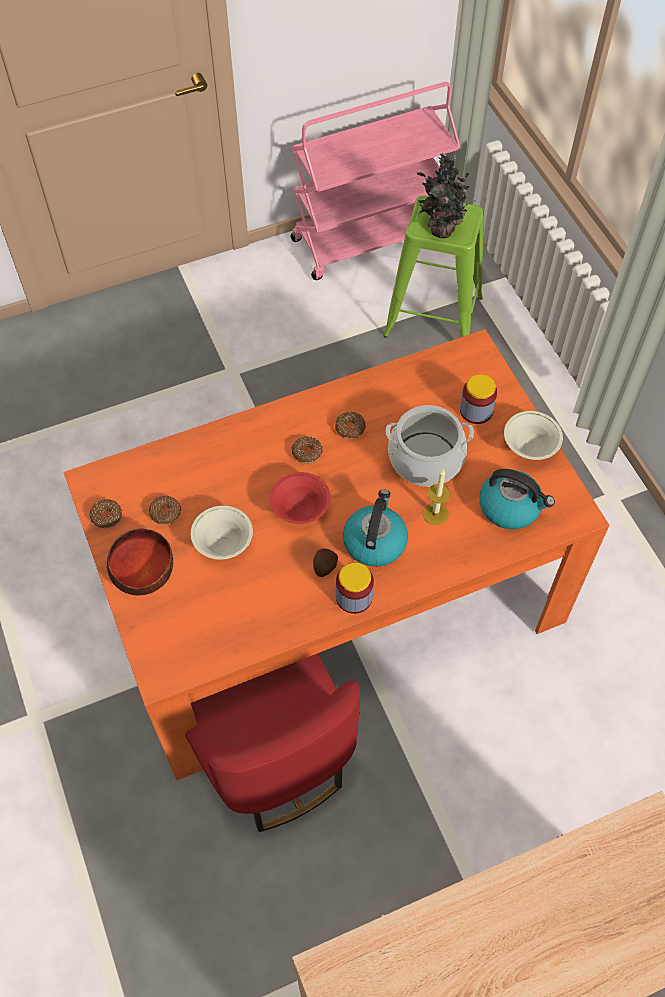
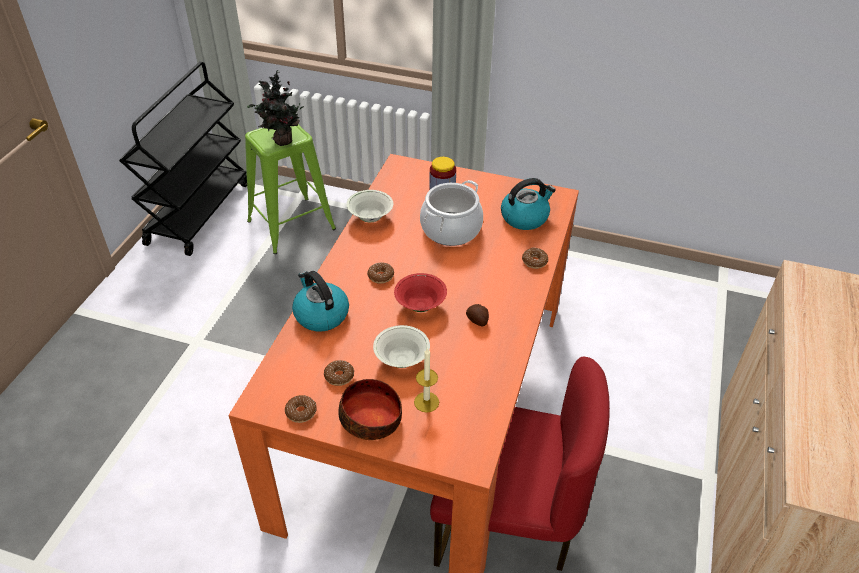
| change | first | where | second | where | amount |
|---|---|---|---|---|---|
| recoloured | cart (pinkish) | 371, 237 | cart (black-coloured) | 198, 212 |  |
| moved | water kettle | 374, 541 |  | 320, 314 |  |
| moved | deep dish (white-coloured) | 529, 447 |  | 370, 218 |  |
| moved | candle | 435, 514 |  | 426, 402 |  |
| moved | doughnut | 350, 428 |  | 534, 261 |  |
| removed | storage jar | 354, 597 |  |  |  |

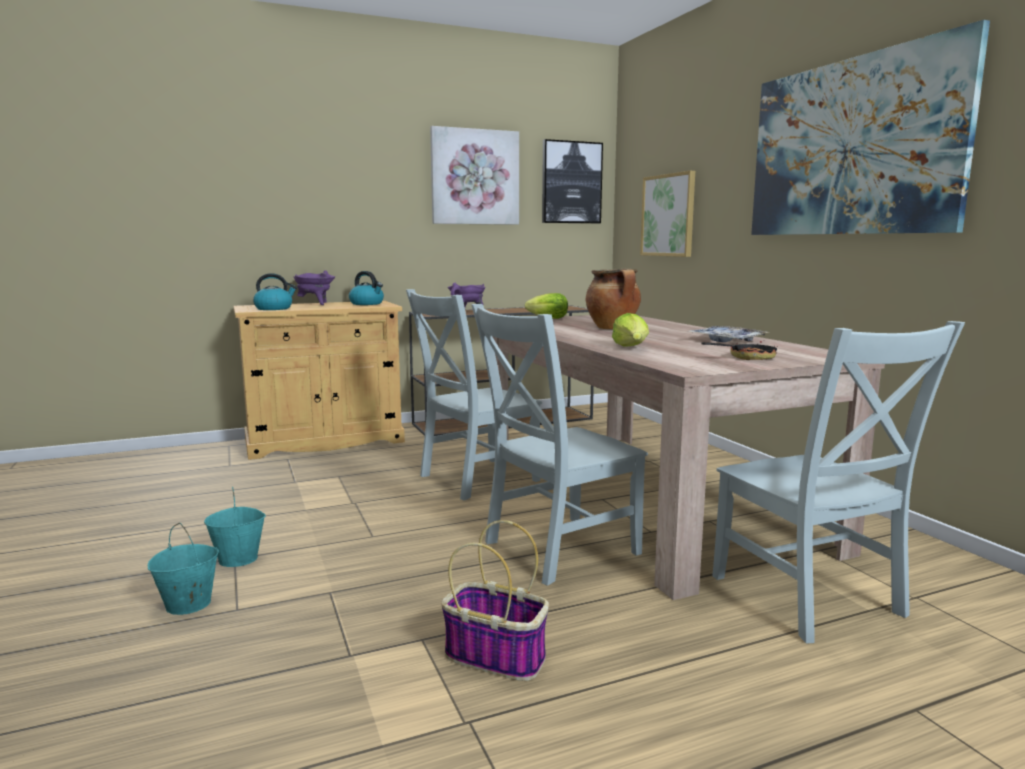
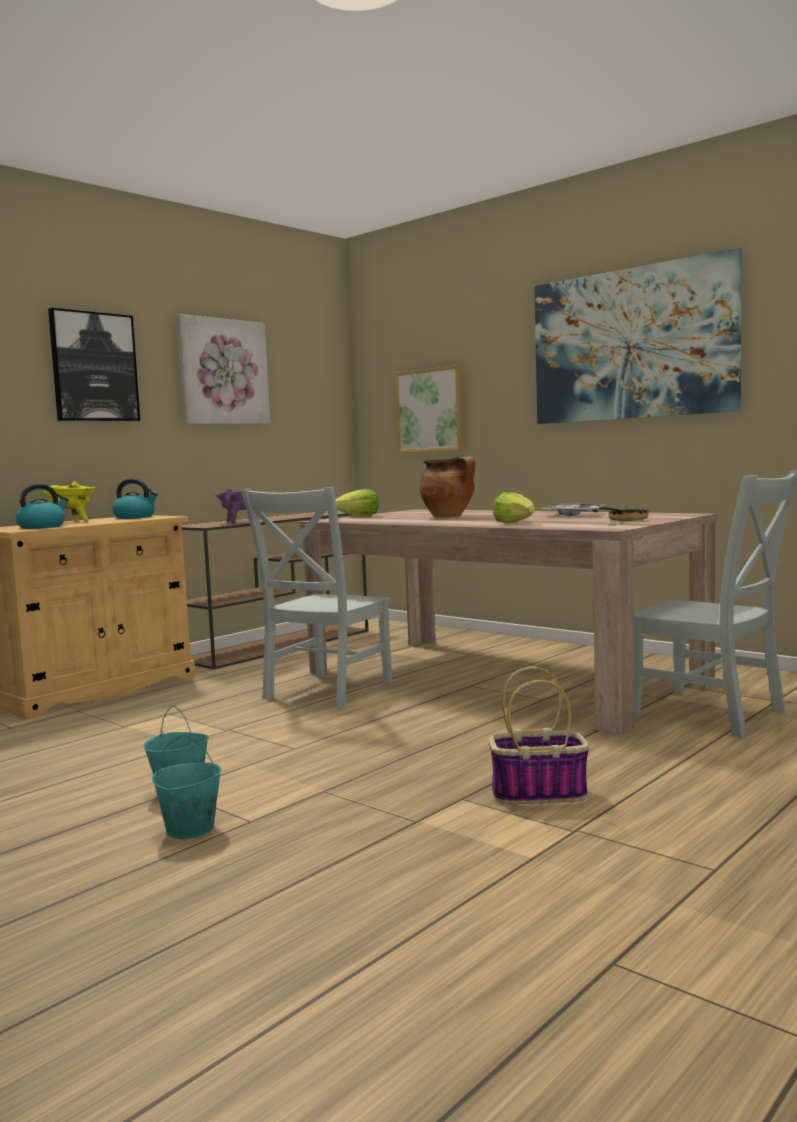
| change | first | where | second | where | amount |
|---|---|---|---|---|---|
| recoloured | stockpot (purple-coloured) | 315, 304 | stockpot (yellow) | 72, 521 |  |
| moved | wall picture | 571, 182 |  | 94, 367 |  |
| removed | chair (grey) | 555, 549 |  |  |  |

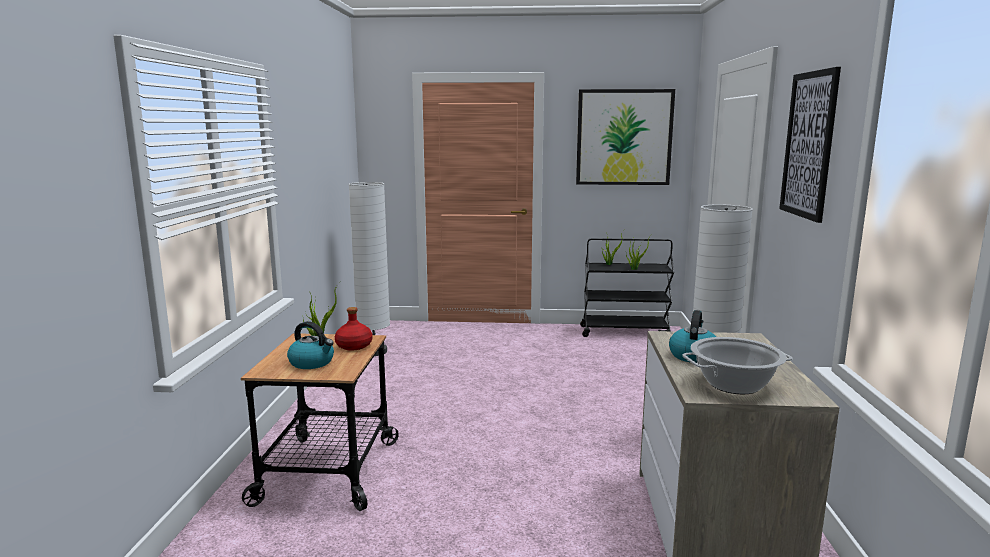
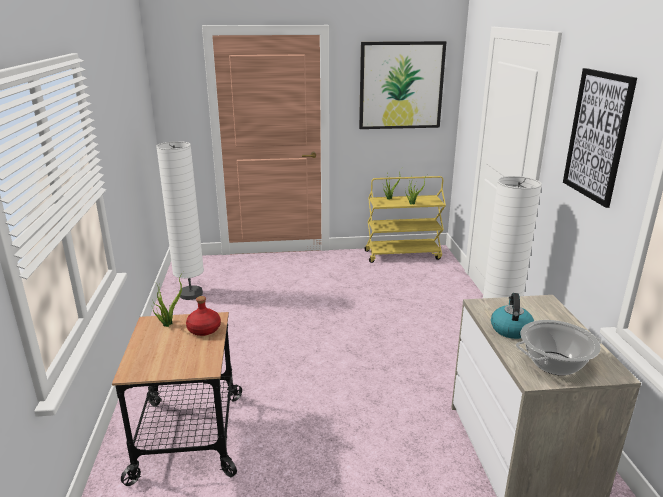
| change | first | where | second | where | amount |
|---|---|---|---|---|---|
| recoloured | cart (black-coloured) | 625, 332 | cart (yellow) | 403, 255 |  |
| removed | water kettle | 312, 363 |  |  |  |

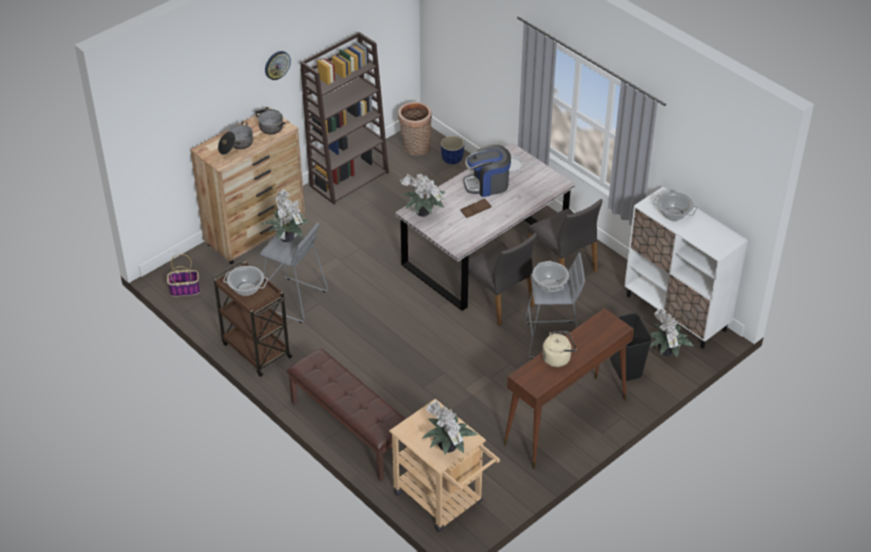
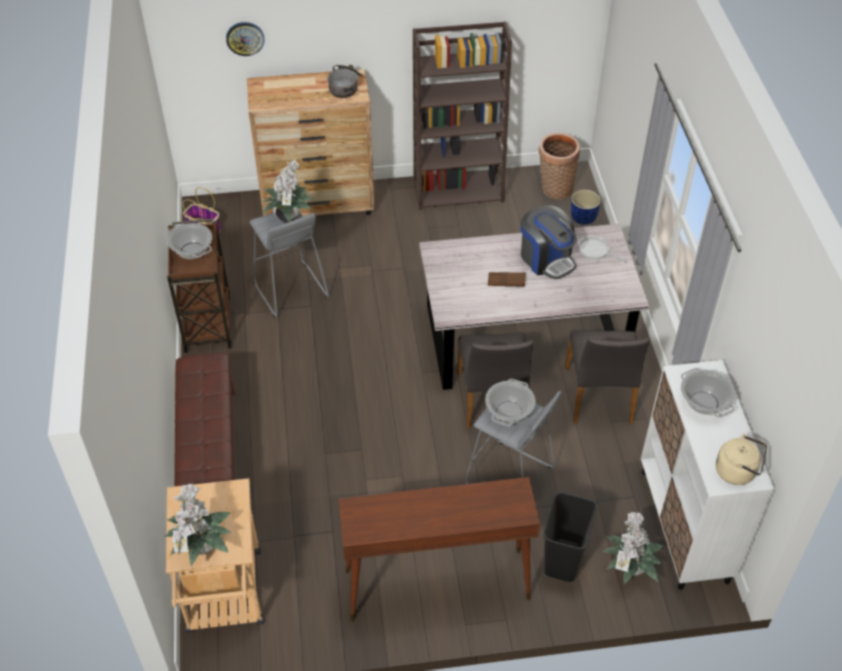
| change | first | where | second | where | amount |
|---|---|---|---|---|---|
| moved | wall clock | 277, 65 |  | 245, 38 |  |
| turned | coffee machine | 487, 185 |  | 546, 259 | 150 degrees counterclockwise |
| moved | water kettle (beige) | 558, 358 |  | 737, 471 |  |
| removed | stockpot | 236, 145 |  |  |  |
| removed | houseplant | 424, 214 |  |  |  |

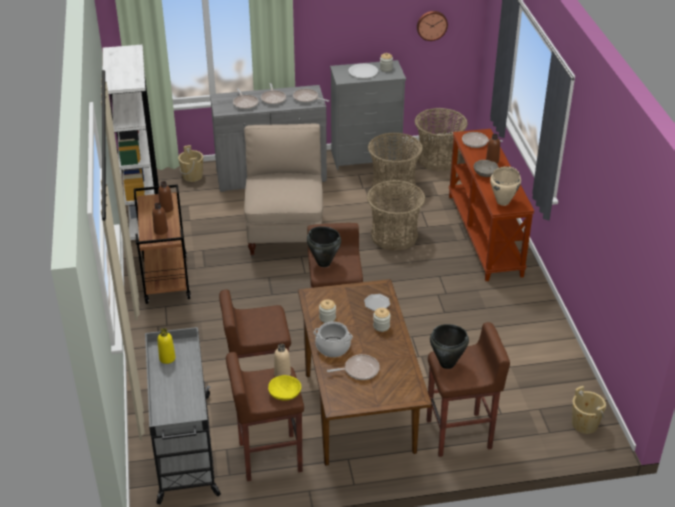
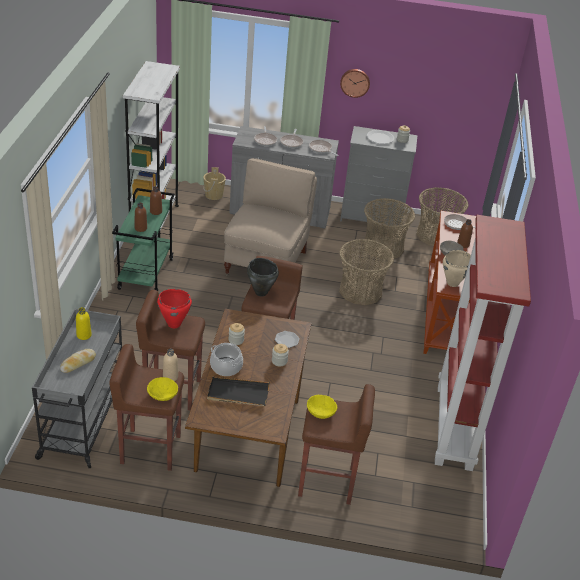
| change | first | where | second | where | amount |
|---|---|---|---|---|---|
| added |  |  | baked bread | 78, 363 |  |
| recoloured | cart (brown-coloured) | 165, 279 | cart (green) | 145, 273 |  |
| added |  |  | stockpot (reddish) | 174, 324 |  |
| replaced | skillet | 359, 370 | tray (black-coloured) | 238, 393 |  |
| replaced | stockpot (black-coloured) | 447, 364 | deep dish (yellow) | 321, 412 |  |
| moved | wall clock | 431, 25 |  | 355, 82 |  |
| added |  |  | shelving unit (reddish) | 455, 427 |  |
| removed | bucket (beige) | 584, 424 |  |  |  |

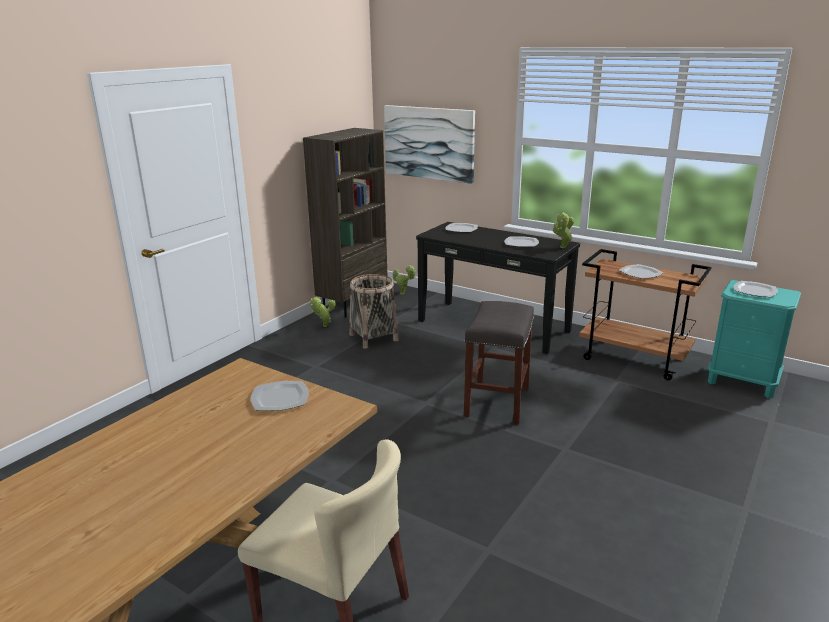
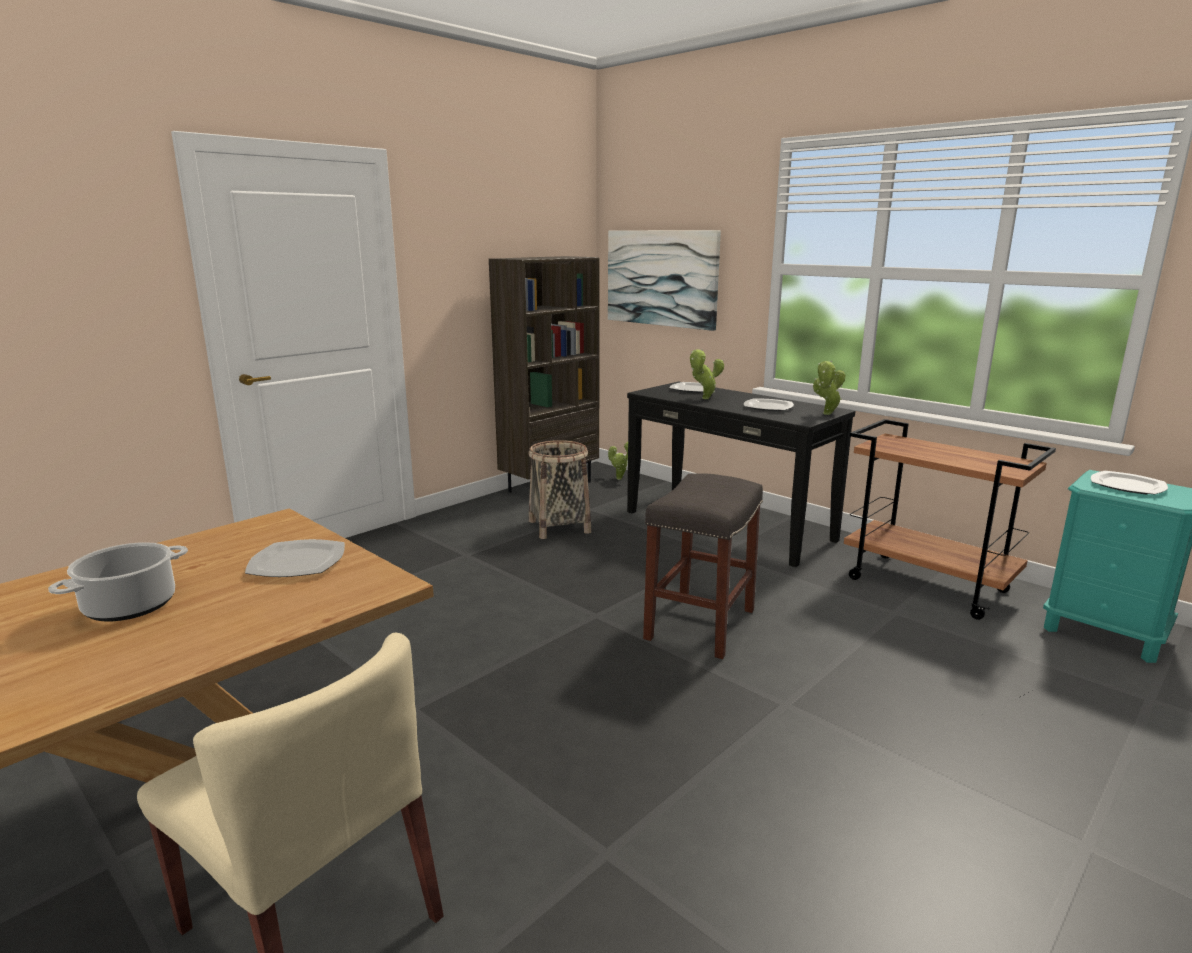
| change | first | where | second | where | amount |
|---|---|---|---|---|---|
| added |  |  | stockpot | 129, 606 |  |
| moved | houseplant | 324, 326 |  | 704, 399 |  |
| removed | flat dish | 640, 273 |  |  |  |

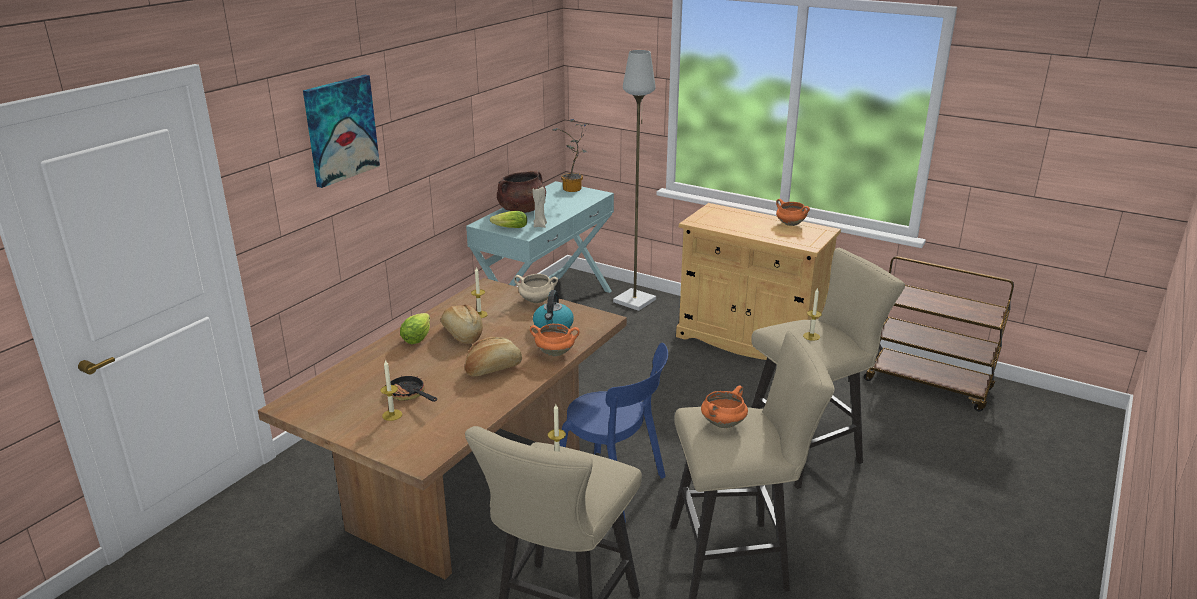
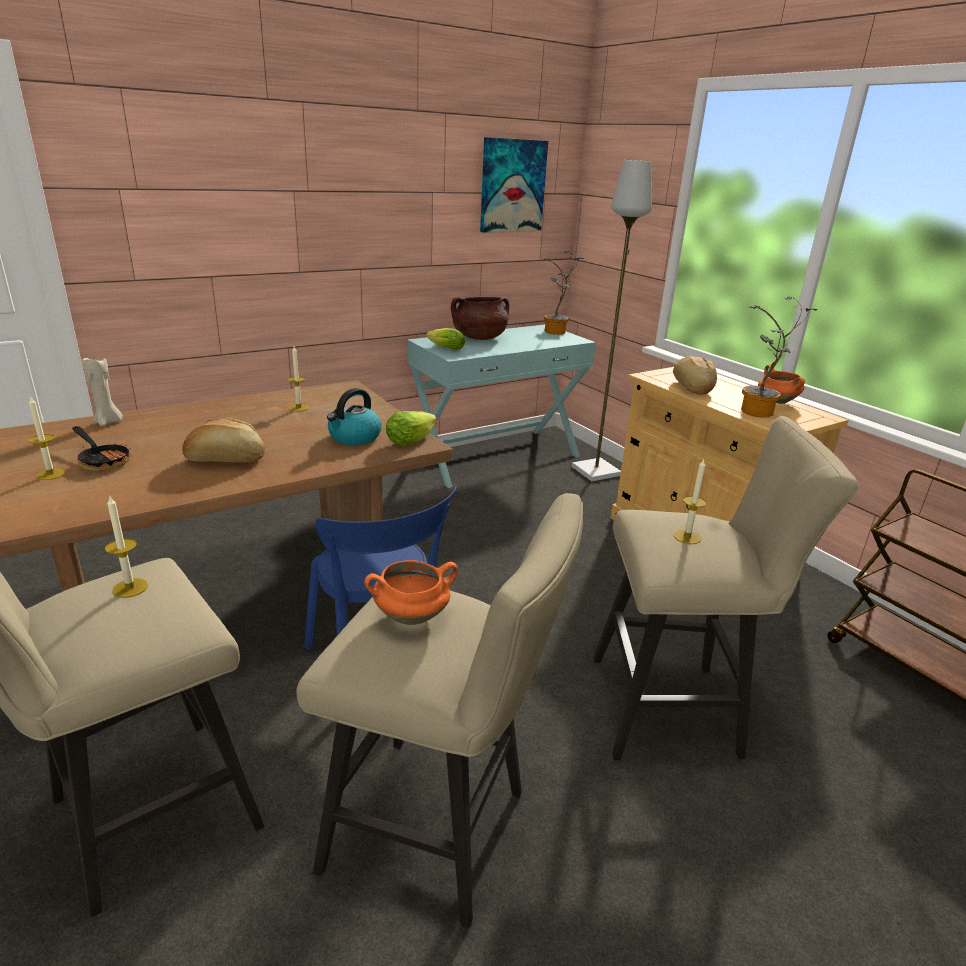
| change | first | where | second | where | amount |
|---|---|---|---|---|---|
| turned | skillet | 409, 395 |  | 102, 460 | 150 degrees clockwise |
| moved | candle (beige) | 540, 225 |  | 108, 422 |  |
| moved | head of lettuce | 418, 336 |  | 413, 439 |  |
| moved | wall picture | 341, 130 |  | 512, 186 |  |
| moved | baked bread | 462, 334 |  | 691, 388 |  |
| added |  |  | houseplant | 757, 414 |  |
| removed | stockpot (beige) | 536, 301 |  |  |  |
| removed | stockpot (orange-coloured) | 555, 353 |  |  |  |

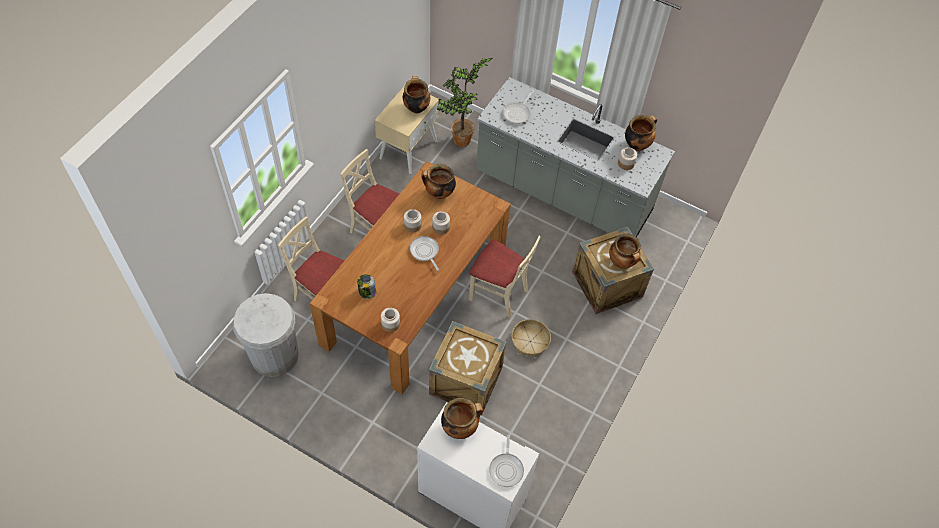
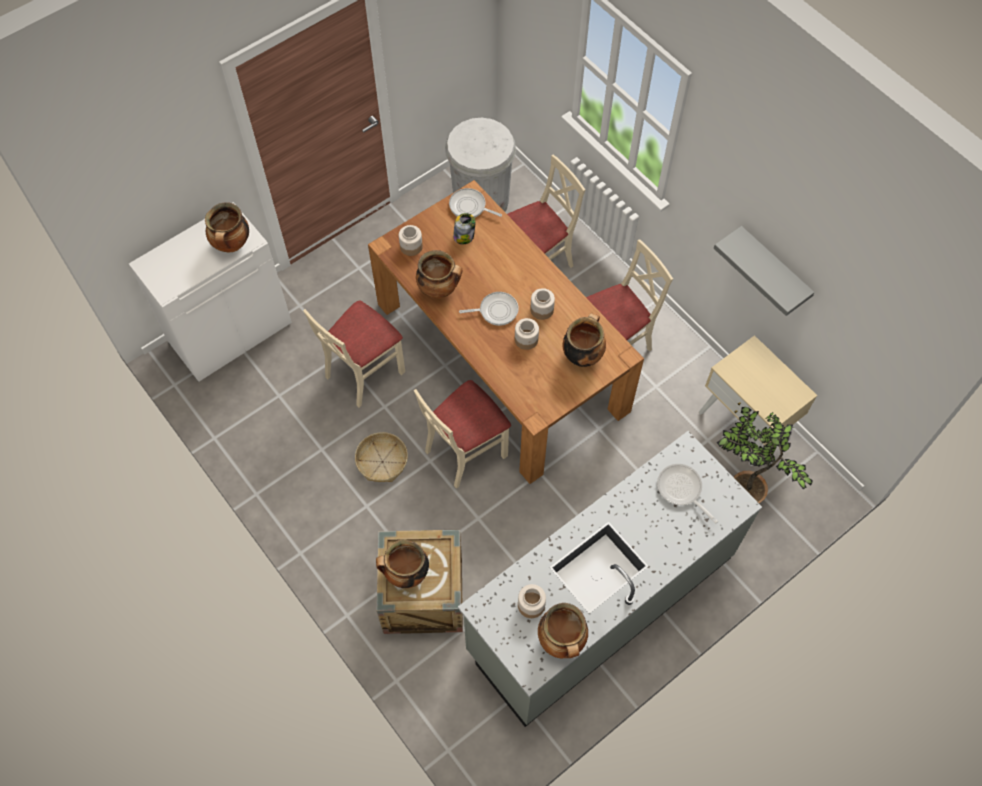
| change | first | where | second | where | amount |
|---|---|---|---|---|---|
| replaced | shipping crate | 466, 380 | chair (beige) | 364, 372 |  |
| moved | stockpot | 416, 107 |  | 439, 289 |  |
| moved | skillet | 506, 468 |  | 469, 207 |  |
| added |  |  | wall shelf (grey) | 773, 269 |  |

